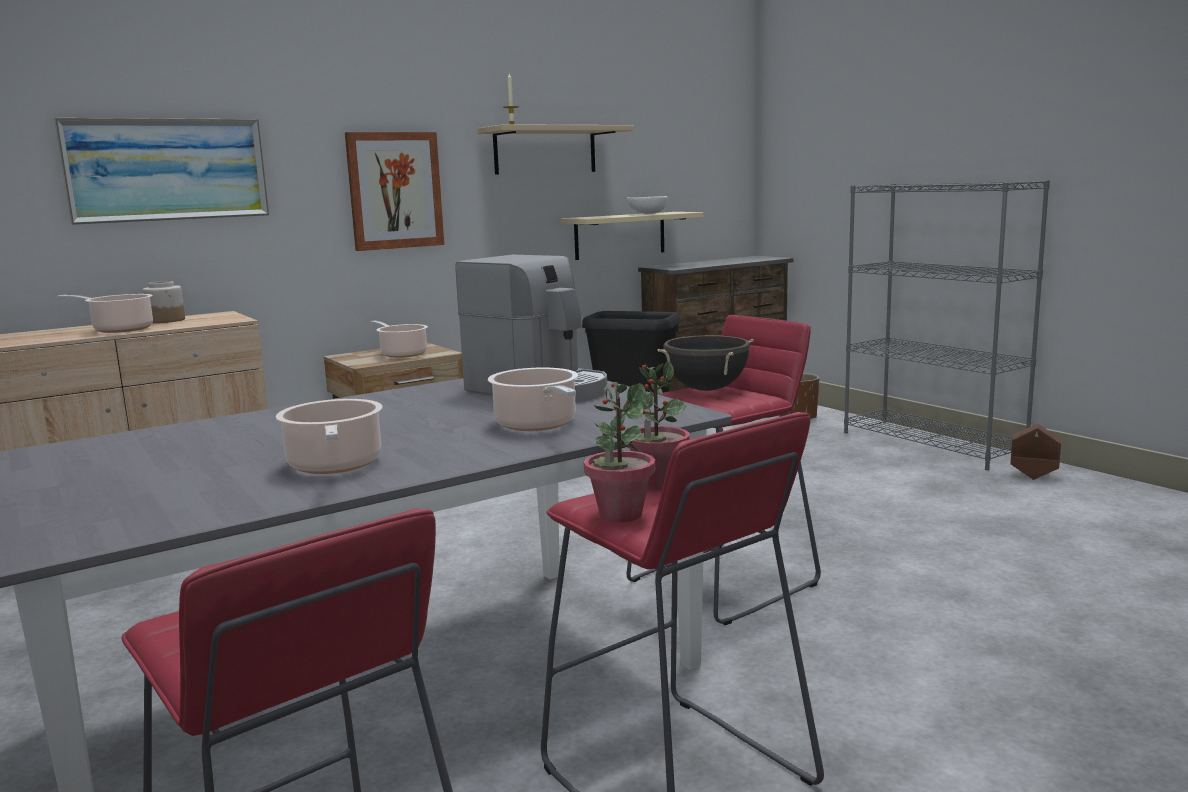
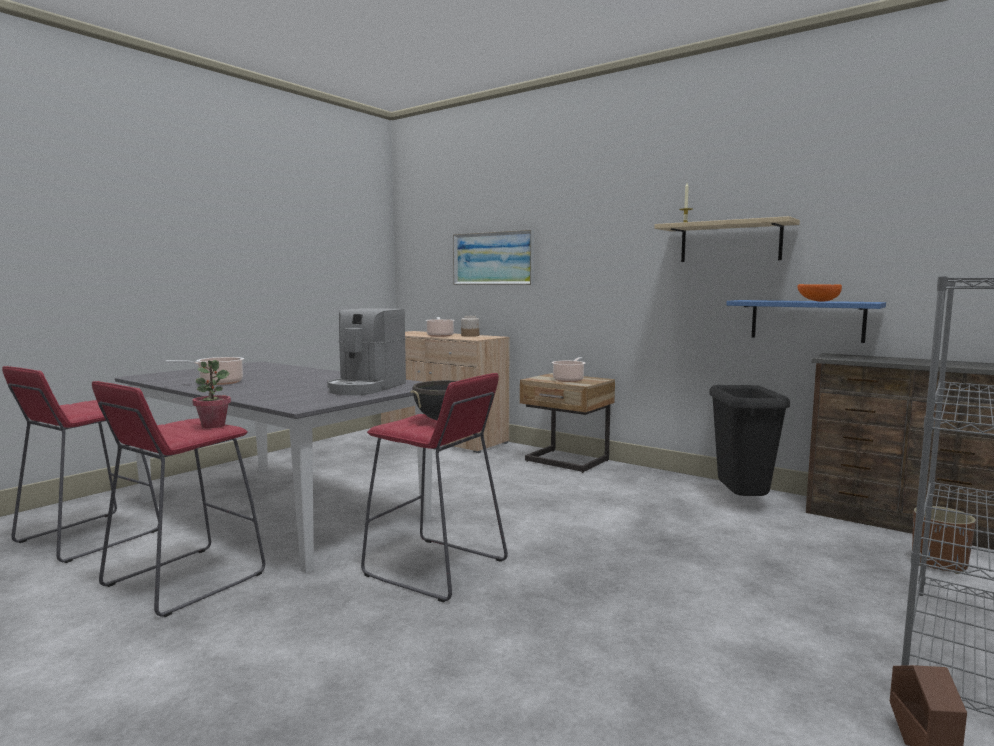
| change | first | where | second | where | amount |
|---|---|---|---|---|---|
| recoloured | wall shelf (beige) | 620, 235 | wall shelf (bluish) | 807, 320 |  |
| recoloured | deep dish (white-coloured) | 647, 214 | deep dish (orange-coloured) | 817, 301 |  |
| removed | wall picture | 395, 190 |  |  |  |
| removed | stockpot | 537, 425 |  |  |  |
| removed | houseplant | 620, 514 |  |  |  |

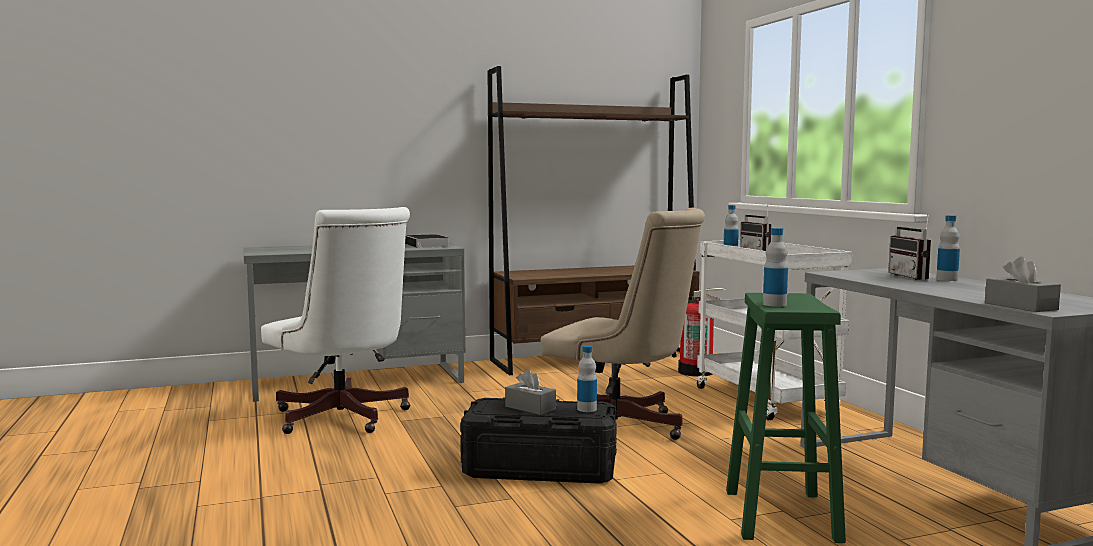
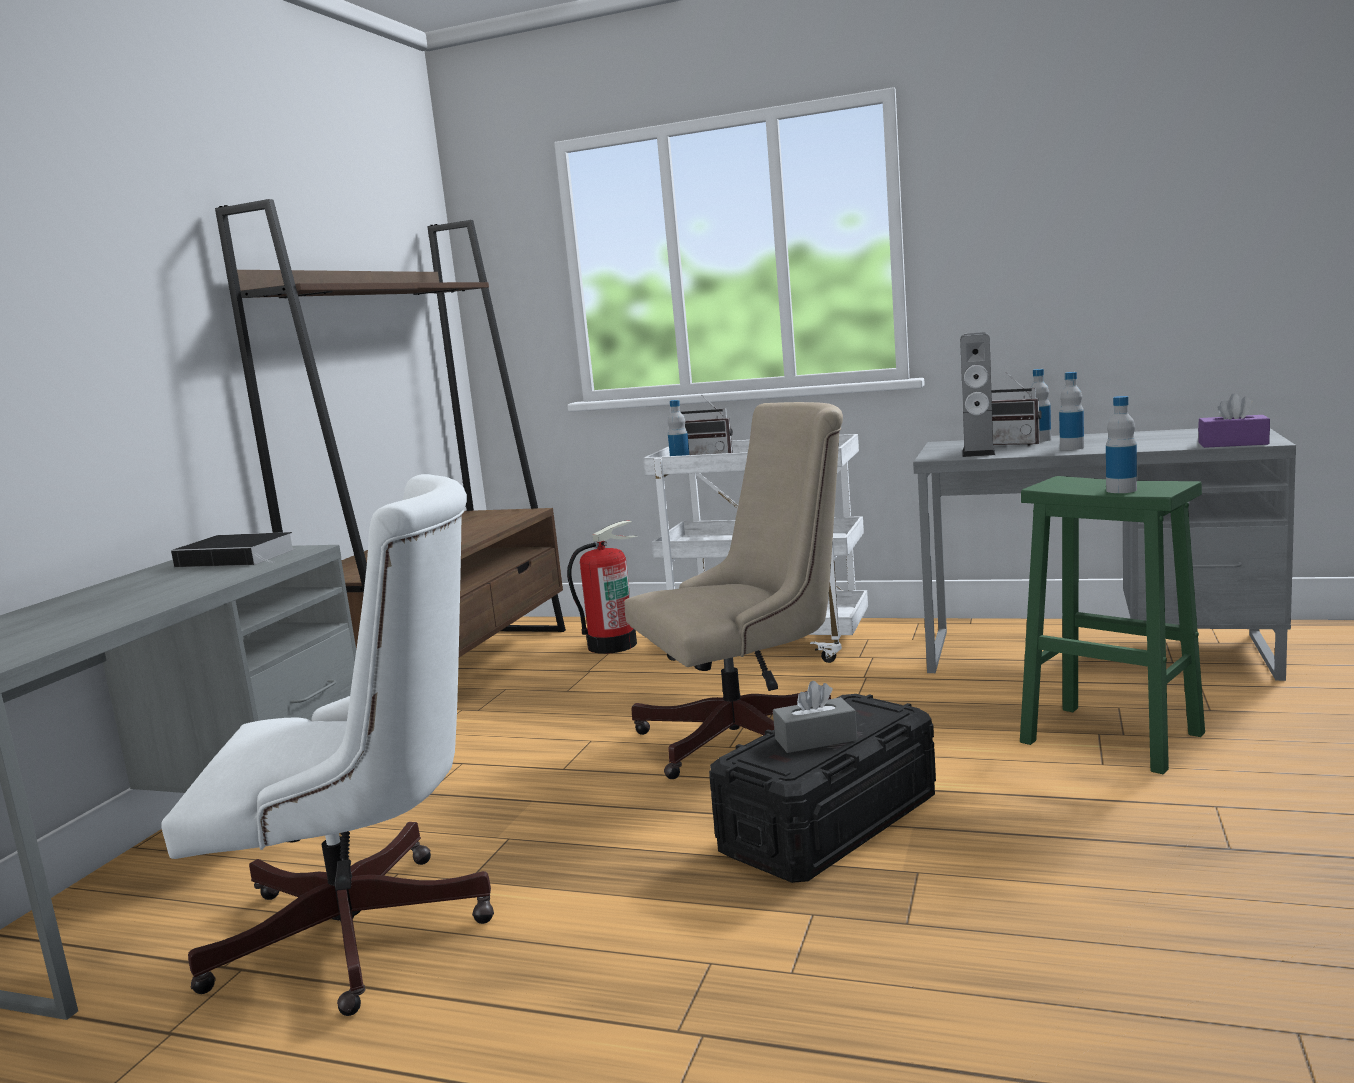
| change | first | where | second | where | amount |
|---|---|---|---|---|---|
| added |  |  | speaker | 978, 452 |  |
| moved | beverage bottle | 587, 409 |  | 1071, 448 |  |
| recoloured | box of tissues (grey) | 1020, 306 | box of tissues (purple-coloured) | 1233, 443 |  |

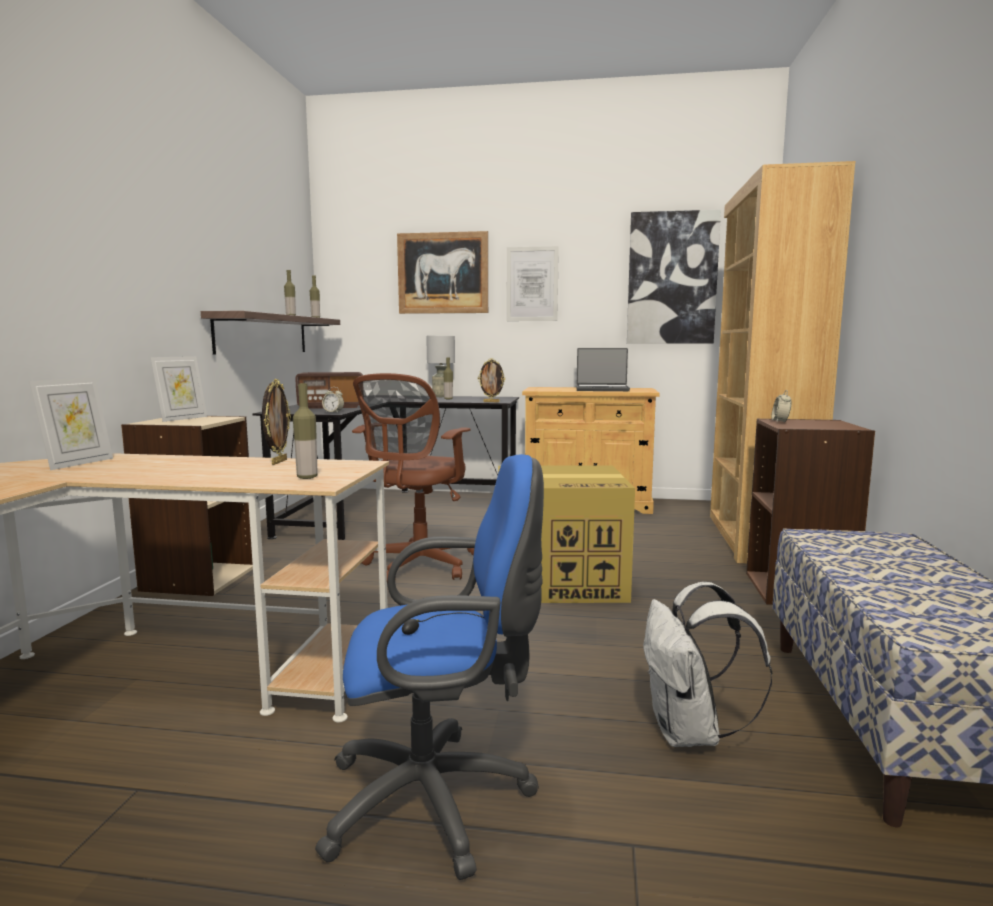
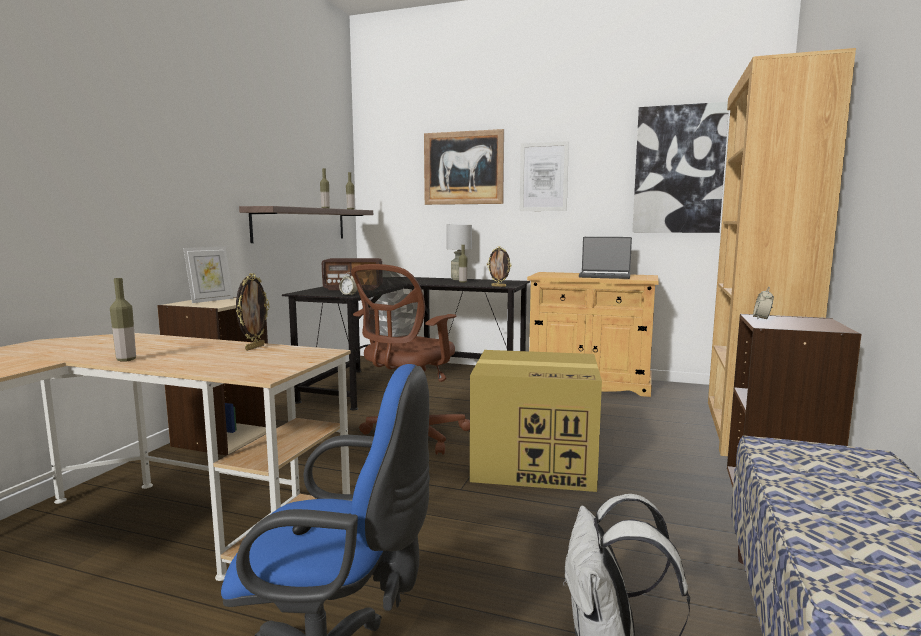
| change | first | where | second | where | amount |
|---|---|---|---|---|---|
| moved | beverage bottle | 307, 477 |  | 126, 360 |  |
| removed | standing frame | 78, 463 |  |  |  |

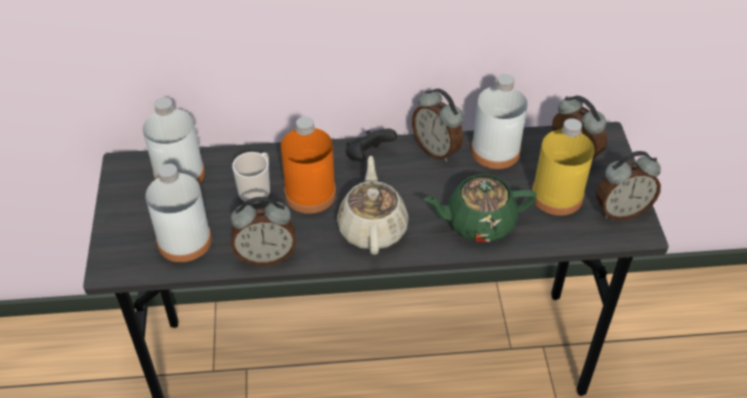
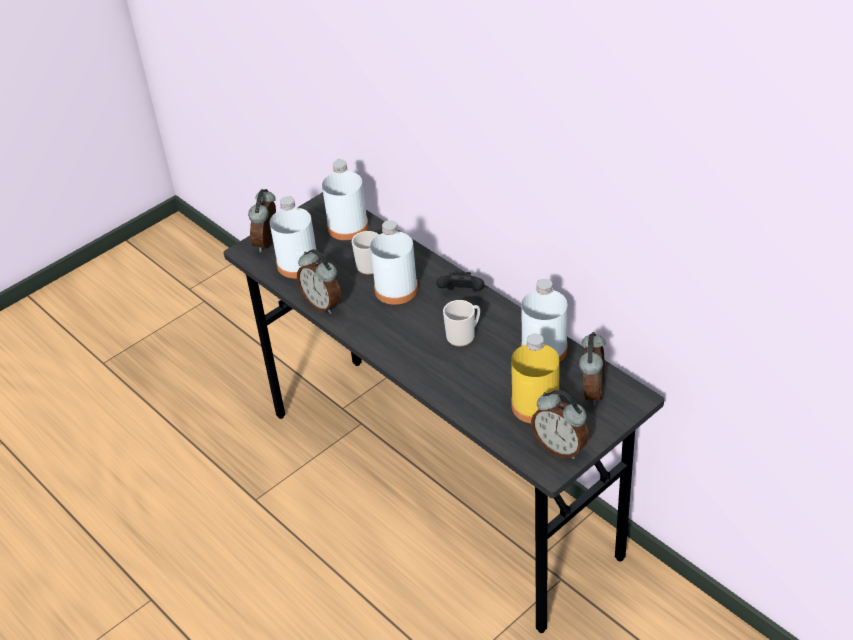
| change | first | where | second | where | amount |
|---|---|---|---|---|---|
| moved | alarm clock | 437, 149 |  | 268, 242 |  |
| recoloured | beverage bottle (orange-coloured) | 310, 194 | beverage bottle (white-coloured) | 396, 289 |  |
| added |  |  | mug | 463, 335 |  |
| removed | tea pot (beige) | 372, 228 |  |  |  |
| removed | tea pot (green) | 478, 222 |  |  |  |

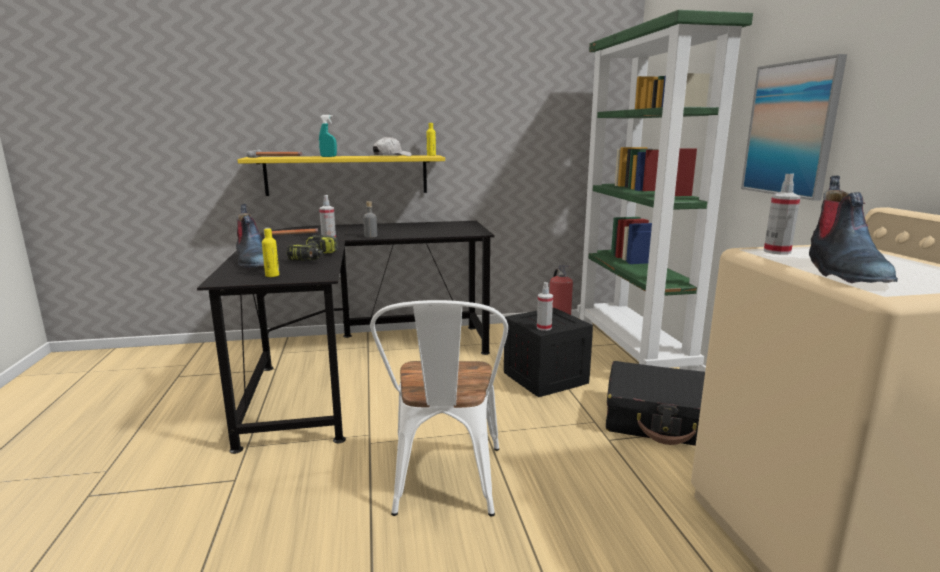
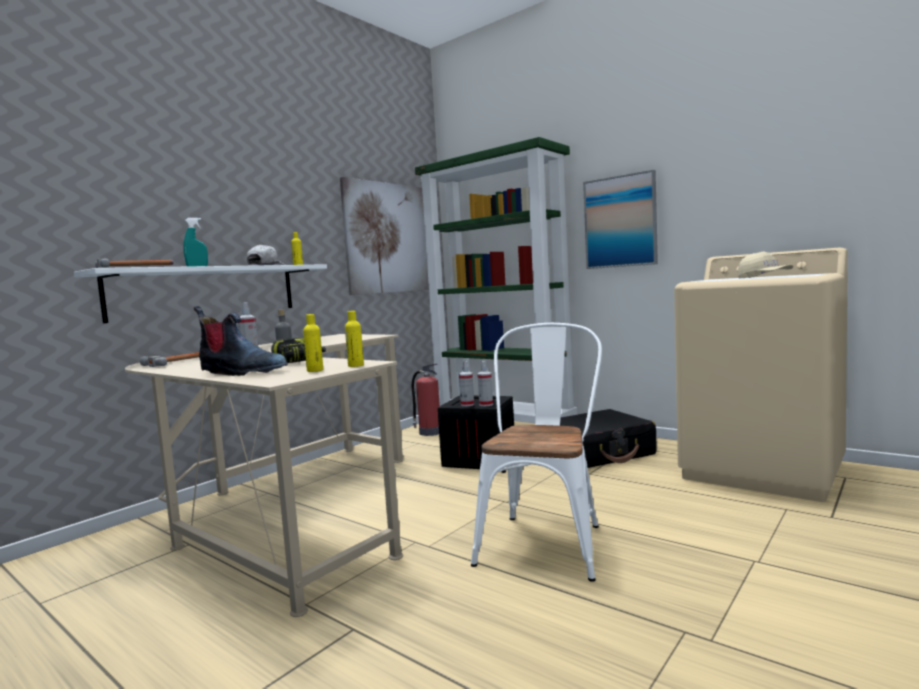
| change | first | where | second | where | amount |
|---|---|---|---|---|---|
| recoloured | wall shelf (yellow) | 347, 175 | wall shelf (white-coloured) | 206, 291 |  |
| recoloured | desk table (black-coloured) | 354, 366 | desk table (beige) | 287, 509 |  |
| added |  |  | wall picture | 386, 238 |  |
| added |  |  | beverage bottle (yellow) | 356, 365 |  |
| moved | sprayer | 777, 251 |  | 467, 404 |  |
| turned | chair (white-coloured) | 445, 486 |  | 545, 539 | 120 degrees counterclockwise |
| replaced | tall boot | 842, 271 | baseball cap (beige) | 764, 277 |  |

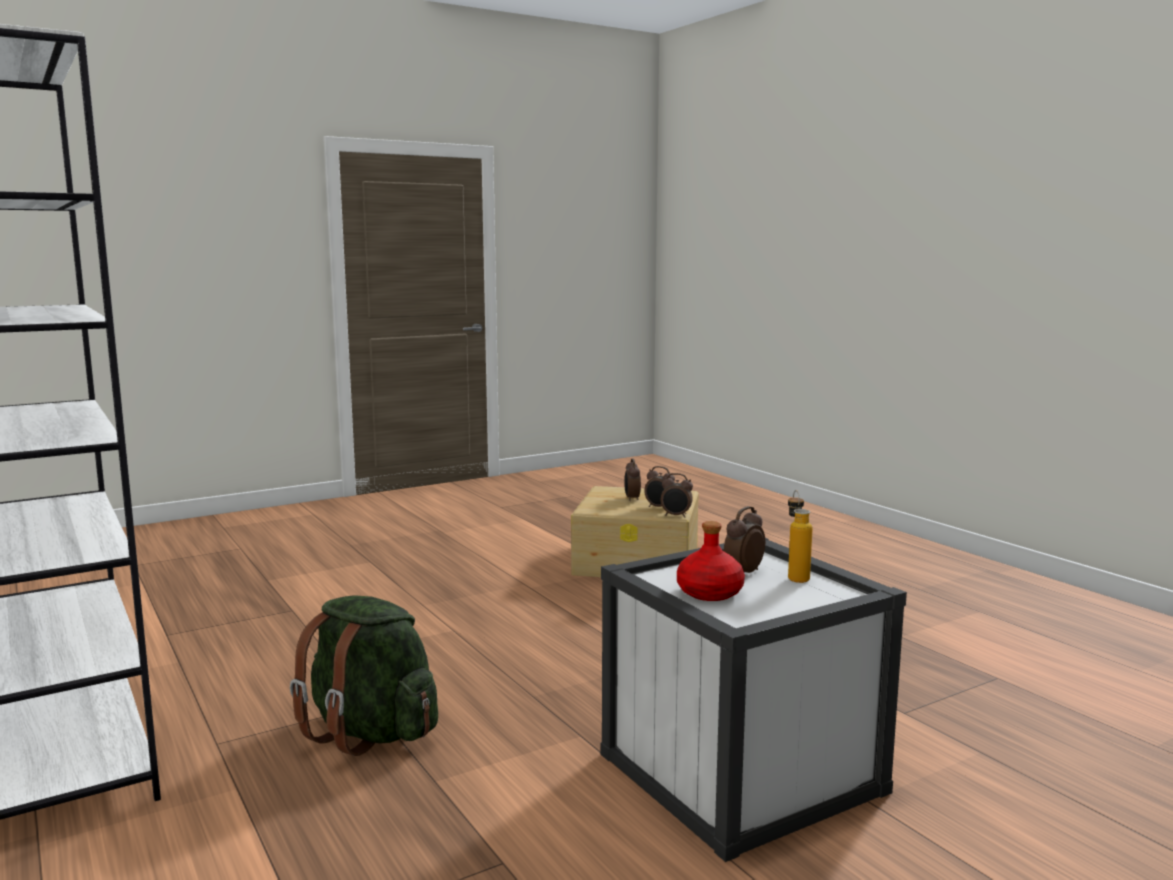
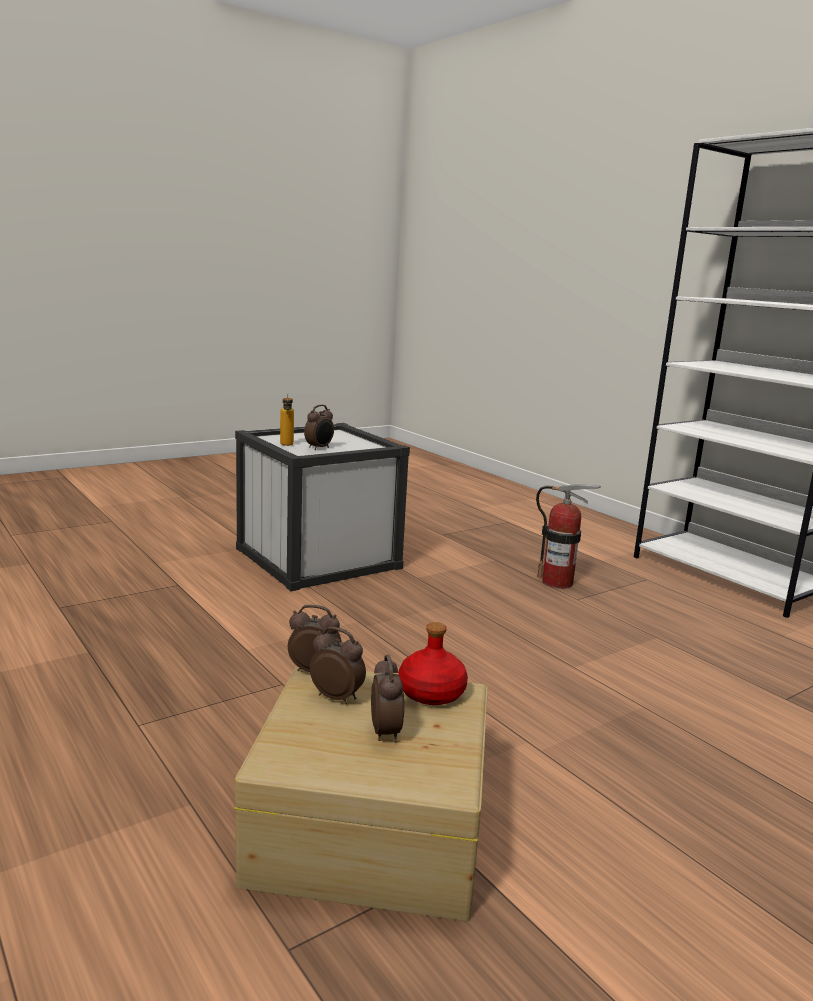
| change | first | where | second | where | amount |
|---|---|---|---|---|---|
| moved | beverage bottle (reddish) | 710, 592 |  | 431, 693 |  |
| replaced | backpack (green) | 370, 732 | extinguisher | 557, 582 |  |

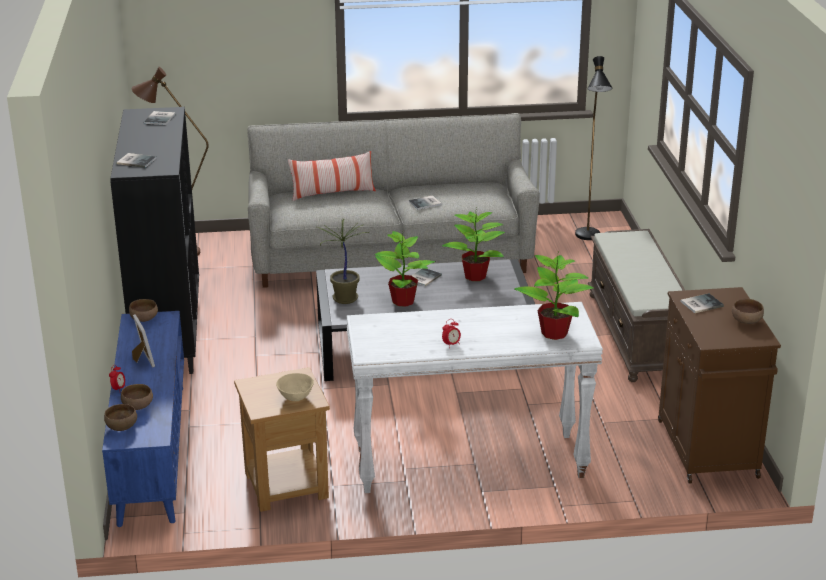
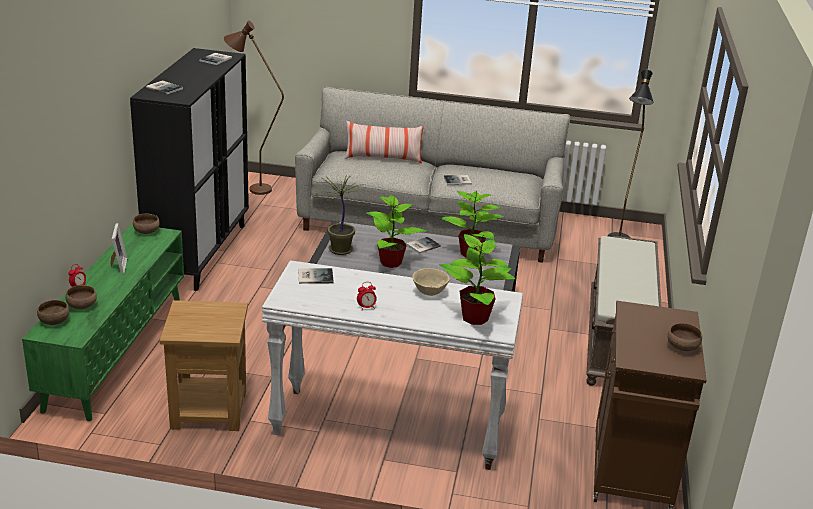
| change | first | where | second | where | amount |
|---|---|---|---|---|---|
| recoloured | media console (bluish) | 151, 451 | media console (green) | 116, 351 |  |
| moved | bound book | 700, 304 |  | 314, 276 |  |
| moved | deep dish (beige) | 295, 398 |  | 429, 293 |  |

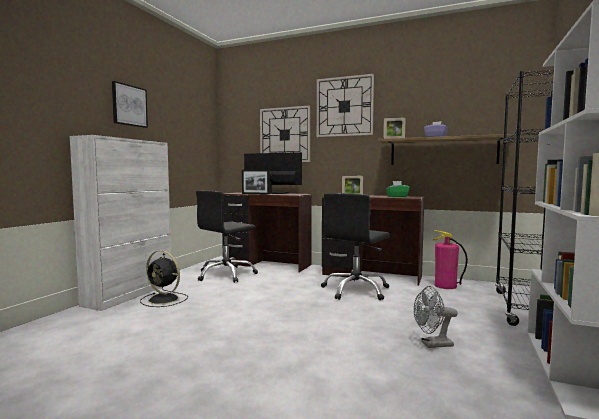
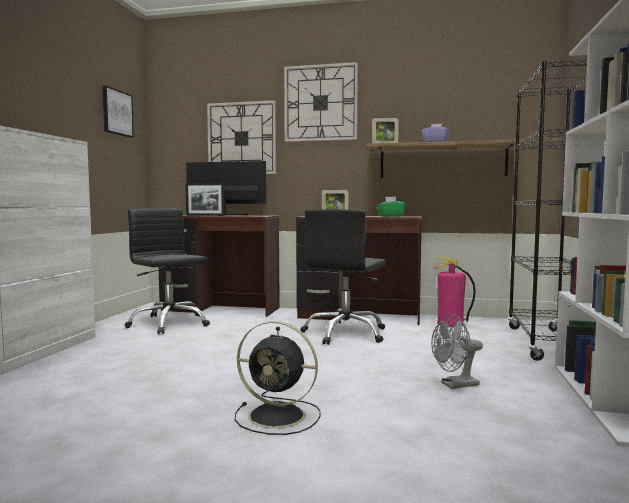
| change | first | where | second | where | amount |
|---|---|---|---|---|---|
| moved | wall picture | 129, 105 |  | 116, 112 |  |
| turned | office chair (black-coloured) | 226, 275 |  | 169, 323 | 105 degrees clockwise |
| moved | electric fan (black-coloured) | 164, 299 |  | 279, 416 |  |

